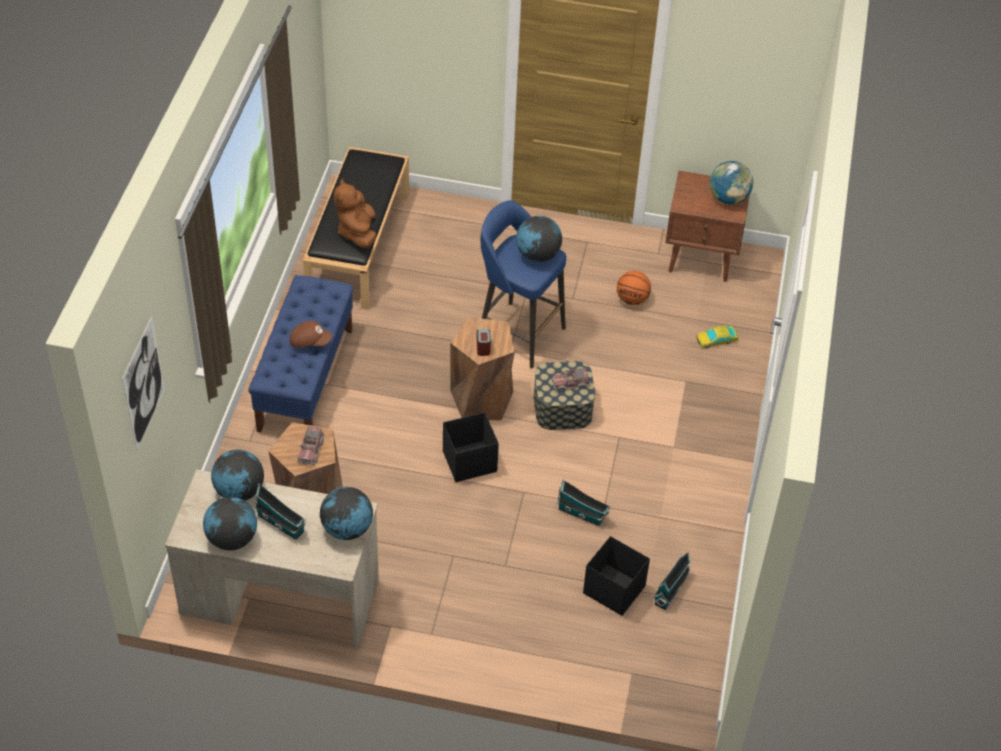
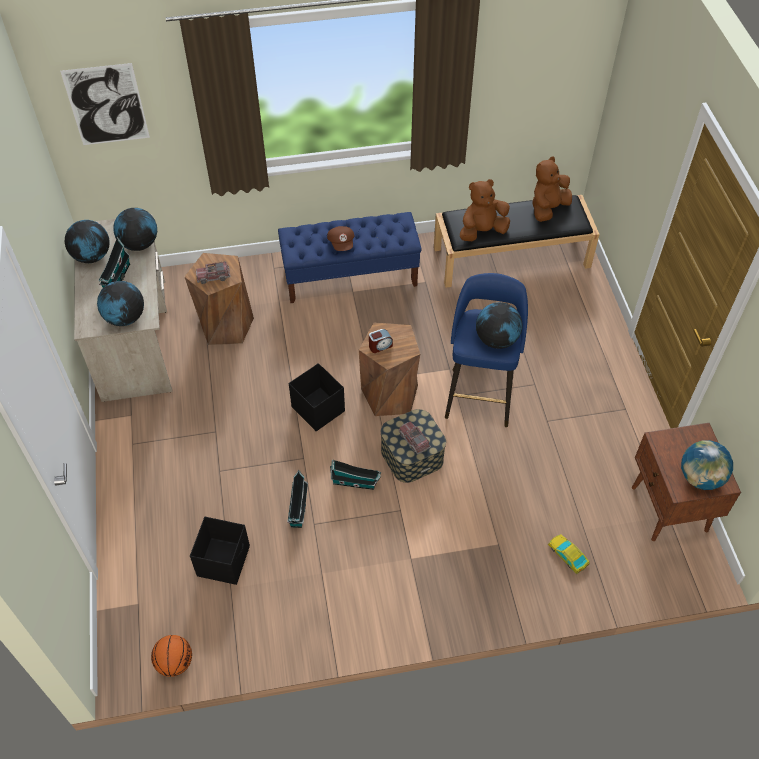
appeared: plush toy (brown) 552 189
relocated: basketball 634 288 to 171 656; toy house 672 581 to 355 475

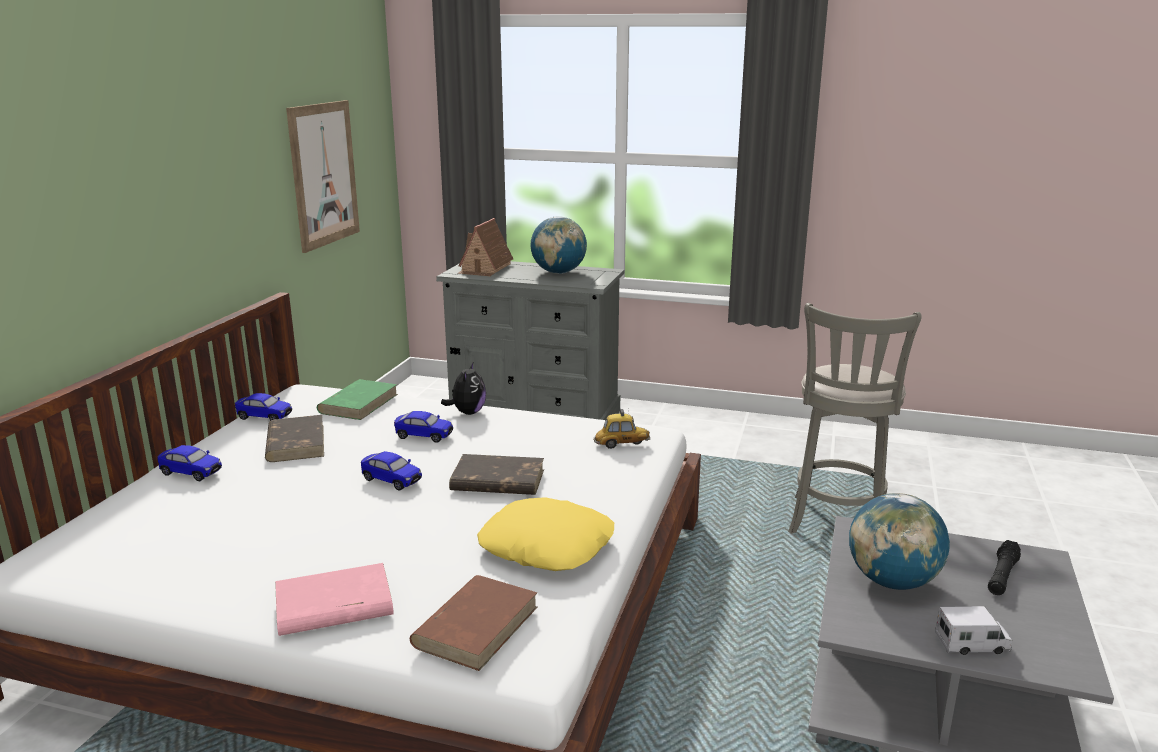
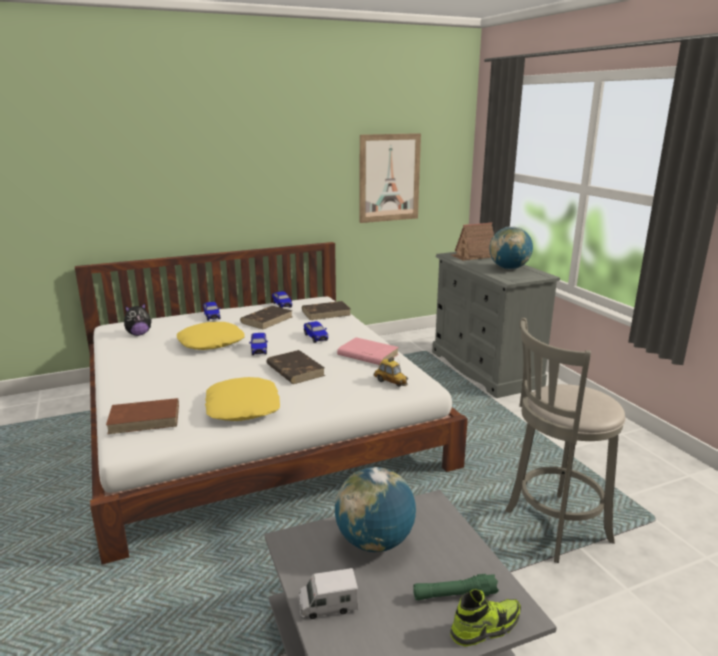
appeared: pillow (yellow) 211 336; shoe 485 618
relocated: plush toy 463 388 to 138 319; book (pink) 334 599 to 368 351
colour: book (green) 357 399 to book (brown) 326 310; flashlight (black) 1004 567 to flashlight (green) 456 587
spun: toy truck 973 630 = 328 593 120 degrees clockwise

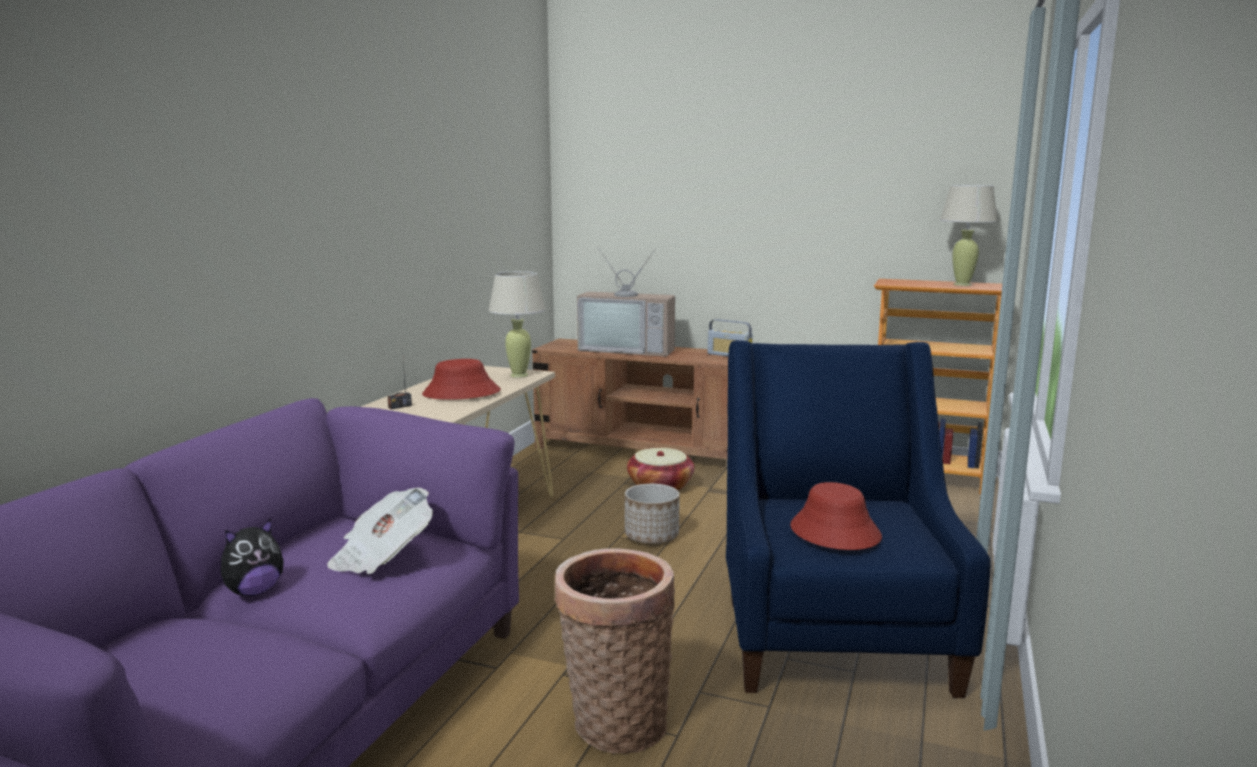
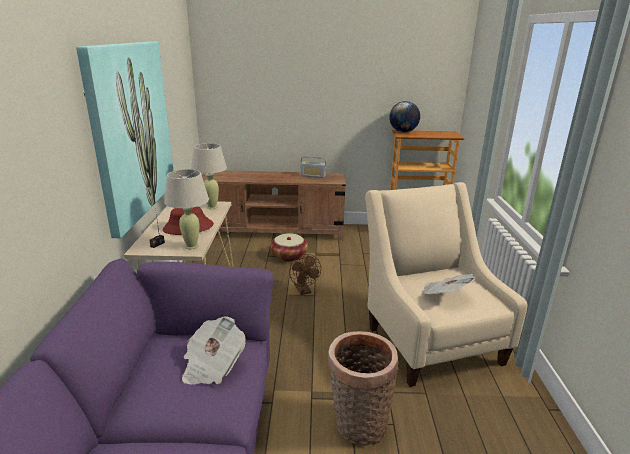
missing: television 626 301; plush toy 252 557
appeared: picture 125 140; globe 404 116
relocated: table lamp (beige) 969 235 to 186 209
exchanged: hat (red) 836 516 to newspaper 448 284; planter 652 514 to fan (brown) 305 274
colour: armchair (blue) 858 519 to armchair (beige) 446 284

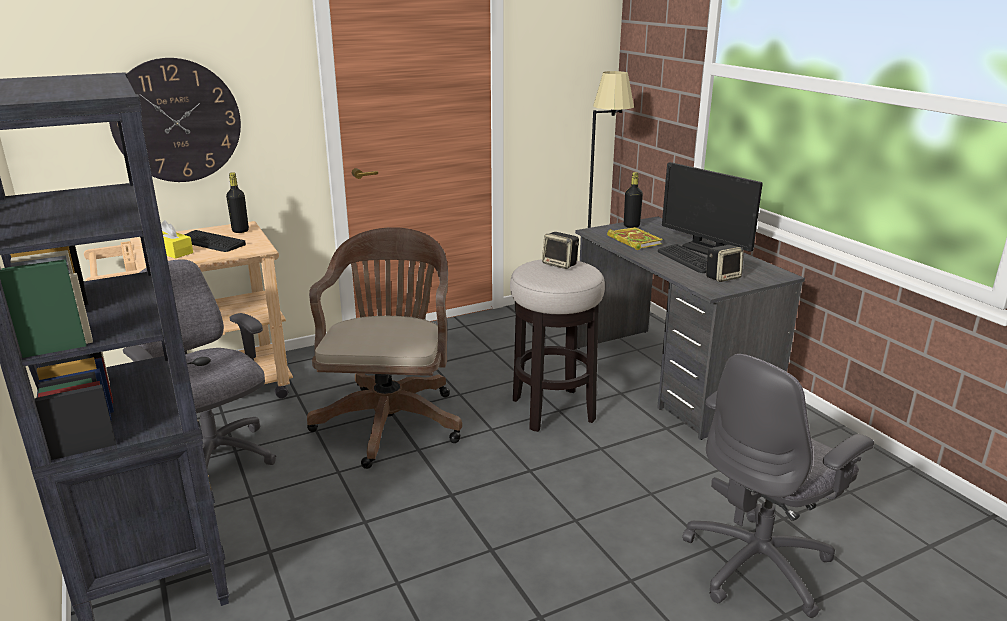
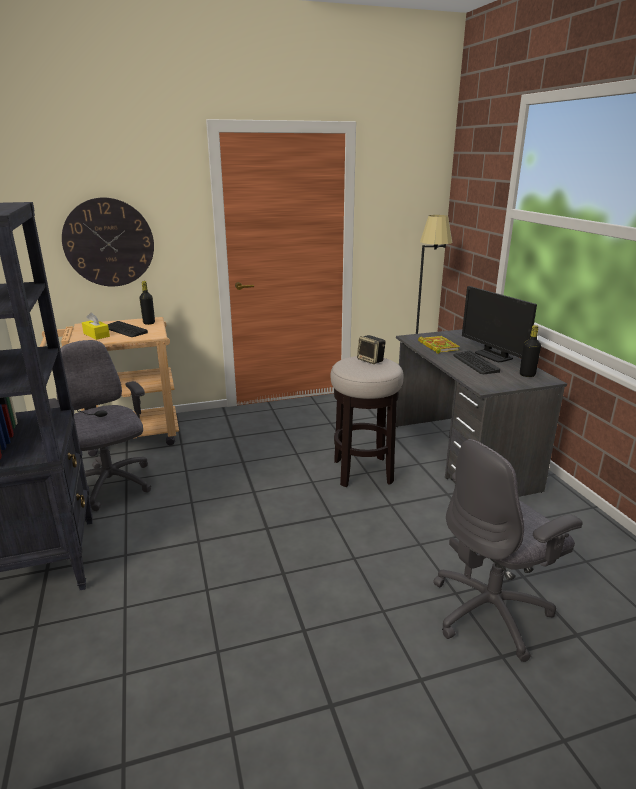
missing: office chair (brown) 384 348; speaker 725 263
relocated: bottle (black) 633 200 to 530 351

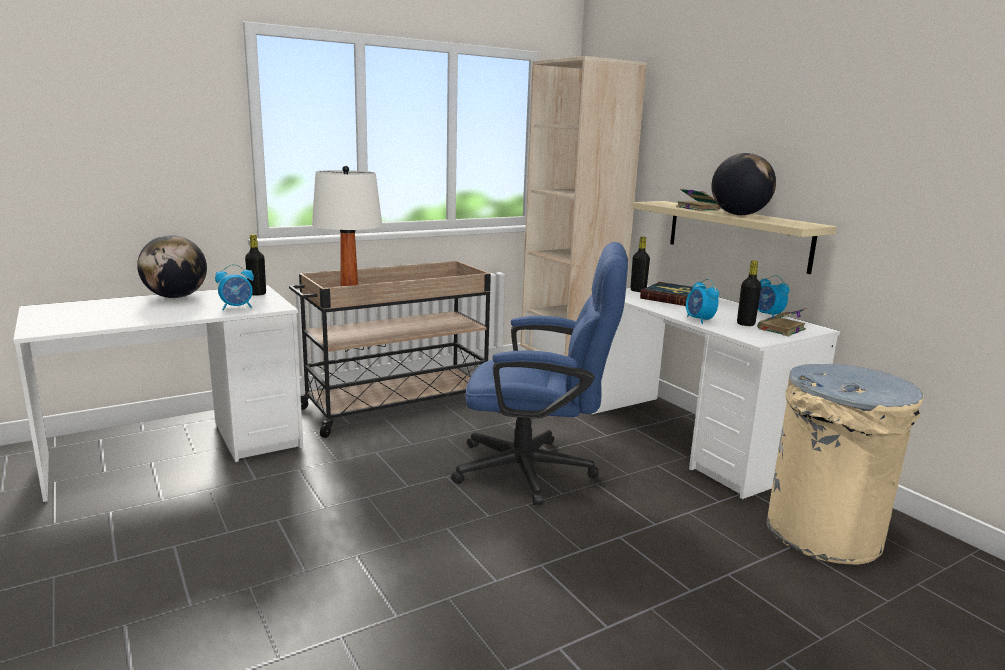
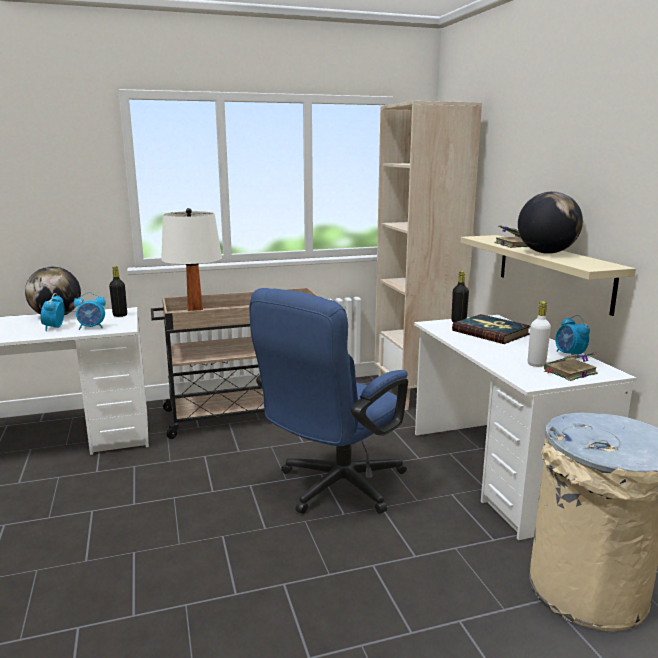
relocated: alarm clock 702 301 to 52 312
colour: bottle (black) 749 293 to bottle (white) 539 334
spun: office chair (blue) 539 373 = 328 401 105 degrees clockwise

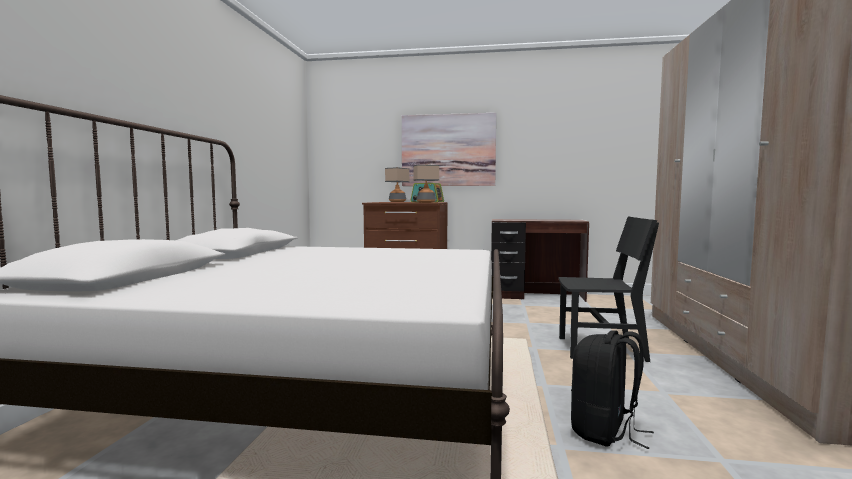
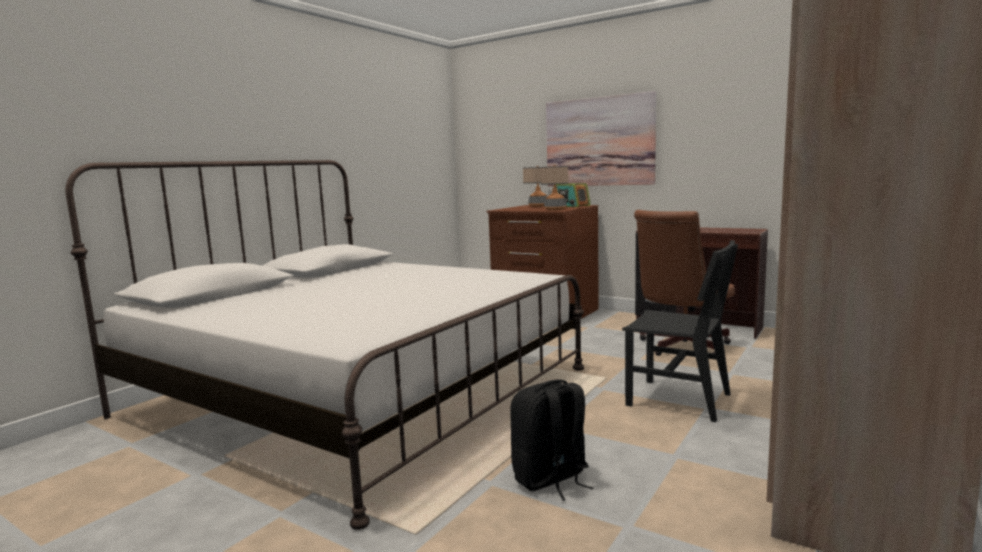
appeared: office chair (brown) 684 283

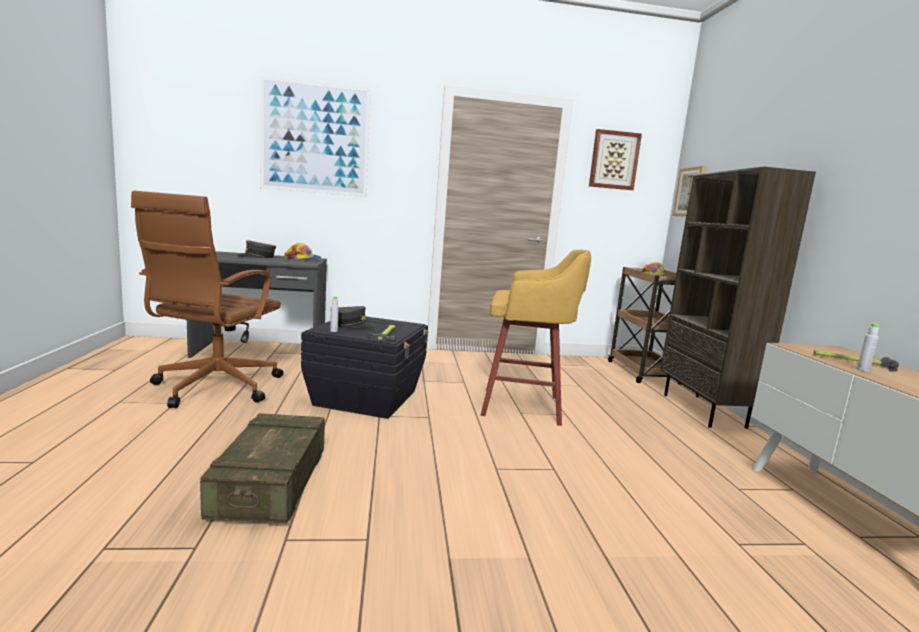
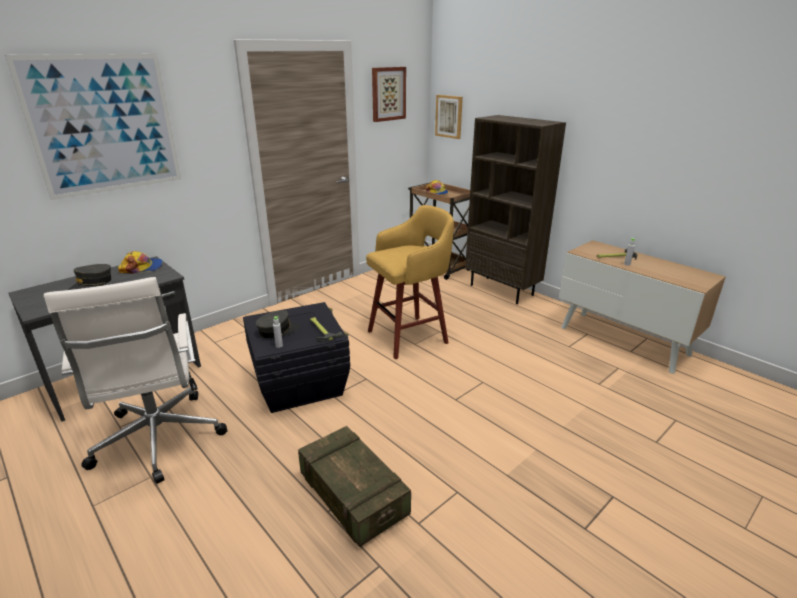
colour: office chair (brown) 207 299 to office chair (white) 135 380

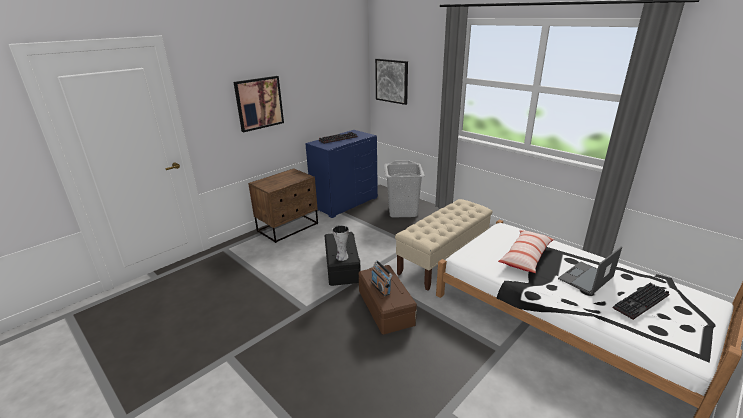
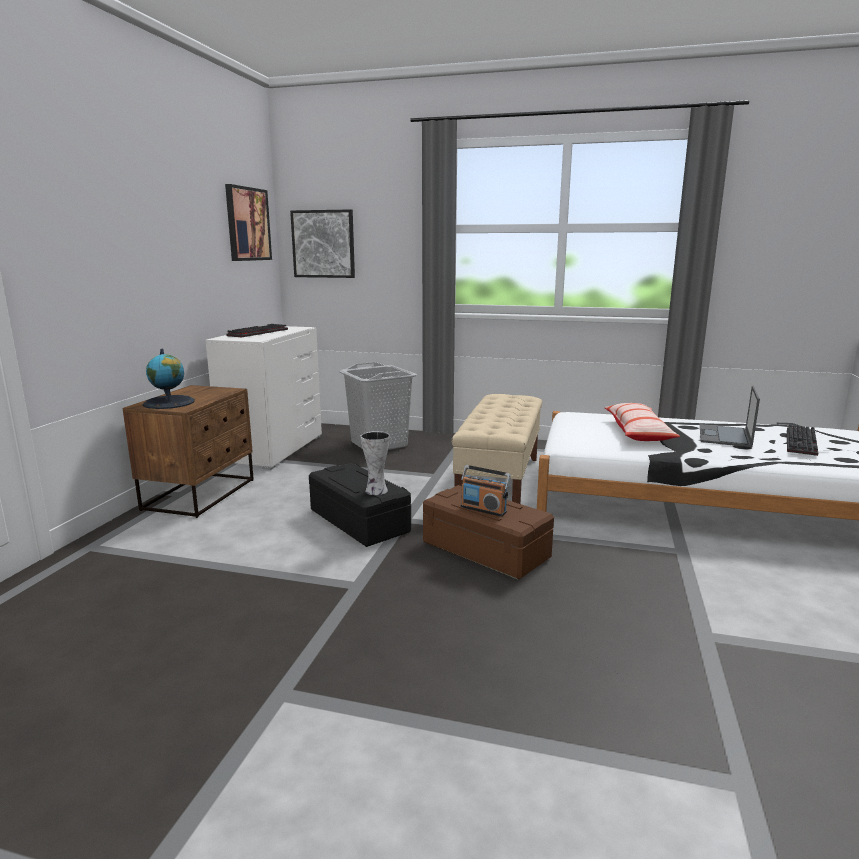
appeared: globe 169 379
relocated: picture 259 104 to 248 222
colour: dresser (blue) 341 174 to dresser (white) 264 398

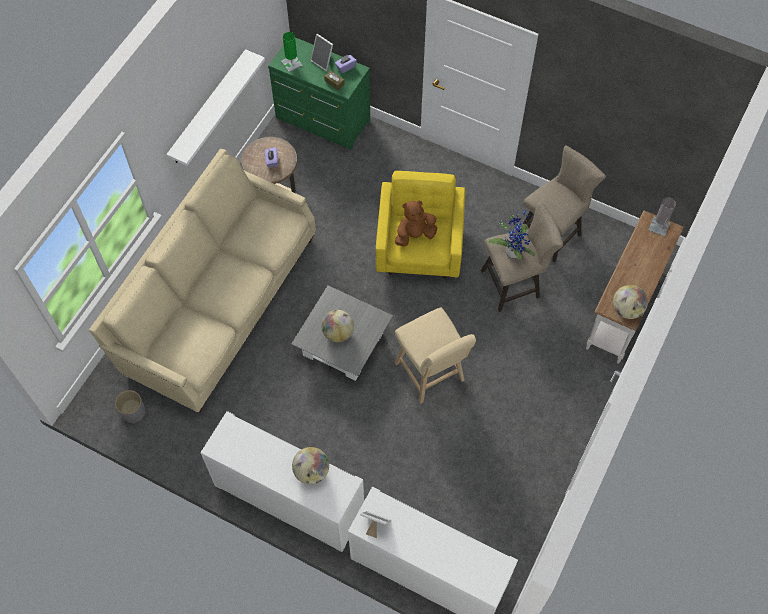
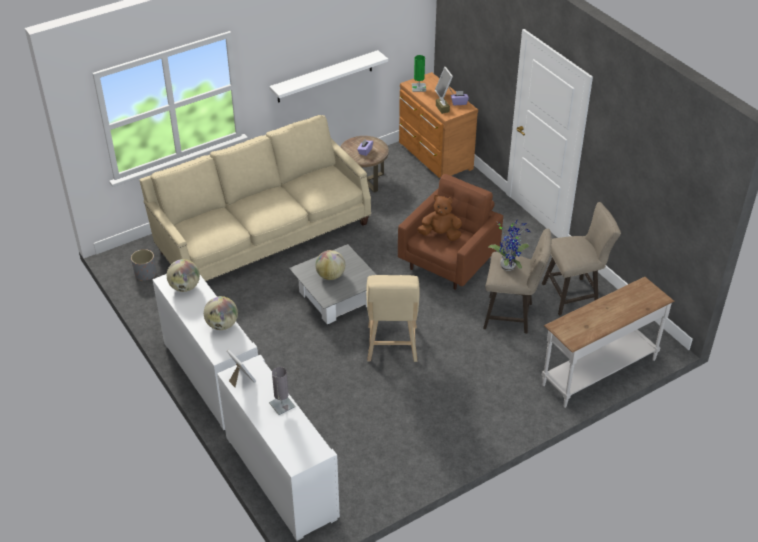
relocated: table lamp (grey) 662 217 to 282 391; globe 630 302 to 183 275
colour: dresser (green) 319 93 to dresser (brown) 438 125; armchair (yellow) 420 225 to armchair (brown) 450 232

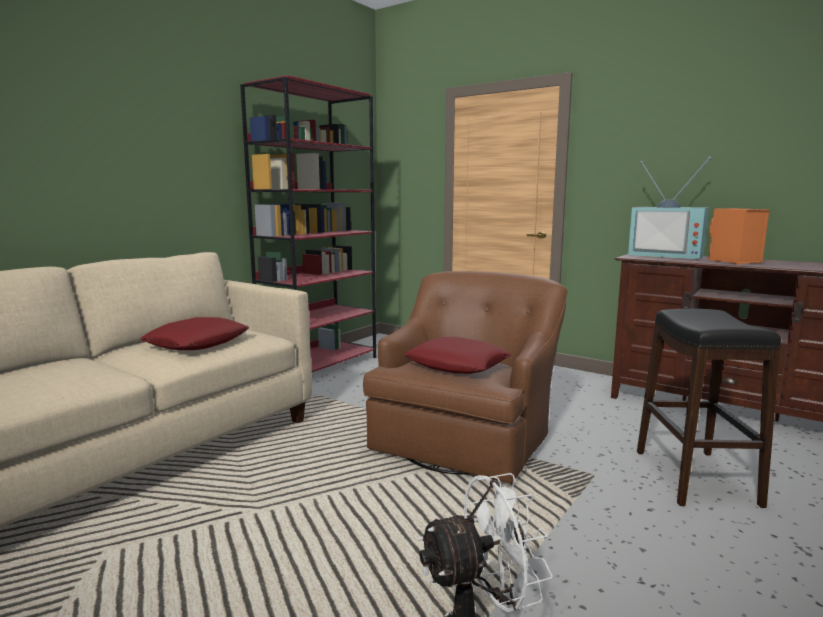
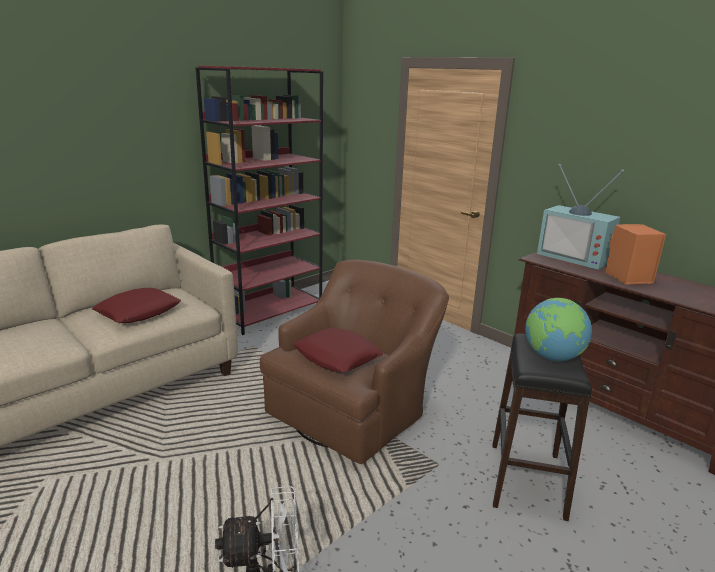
appeared: globe 558 329

